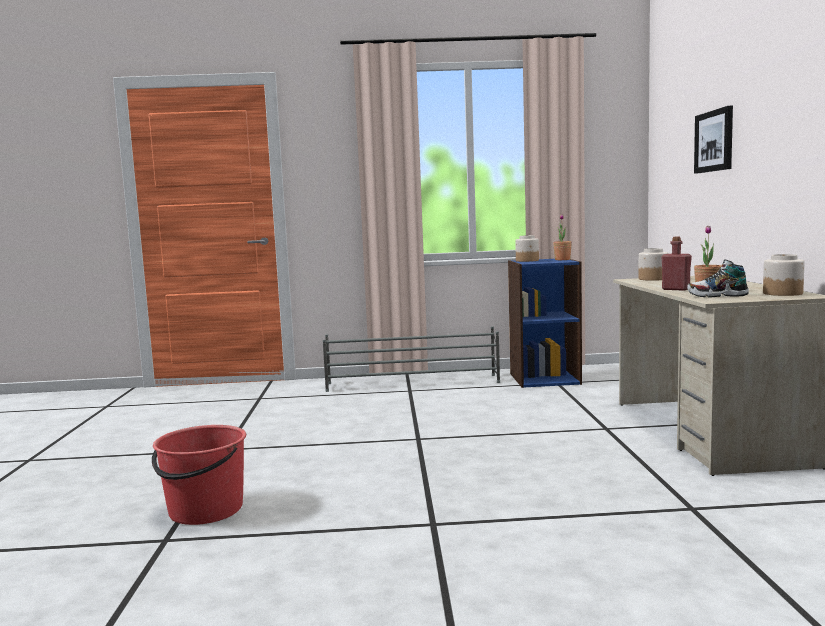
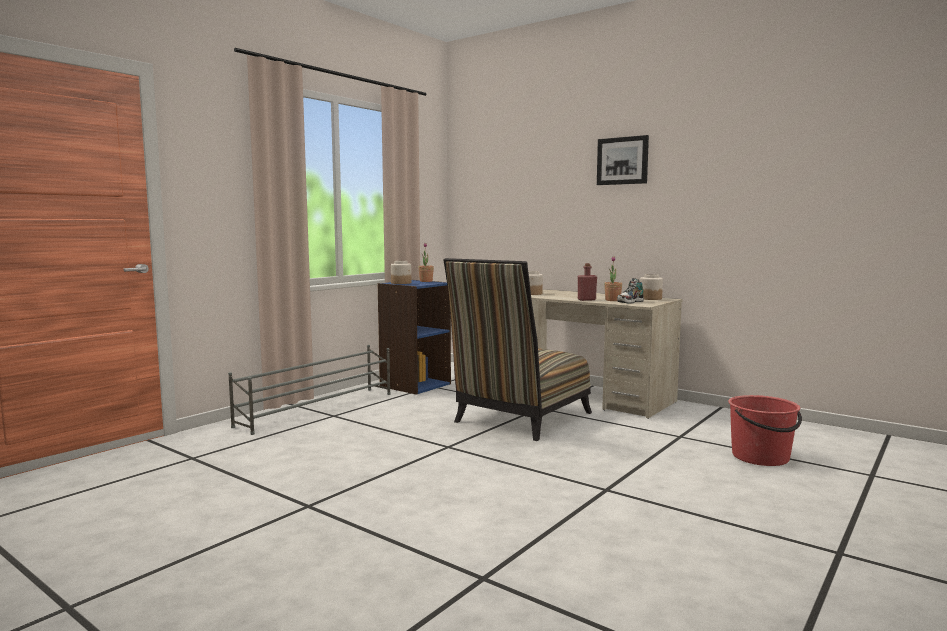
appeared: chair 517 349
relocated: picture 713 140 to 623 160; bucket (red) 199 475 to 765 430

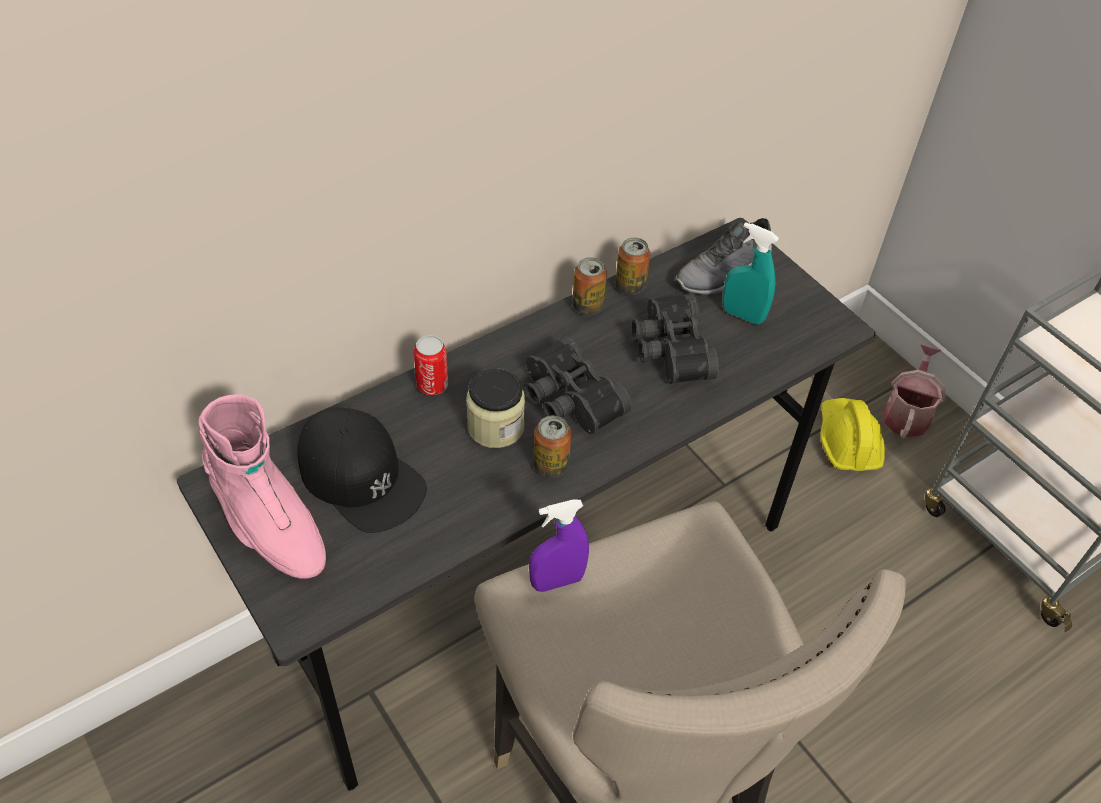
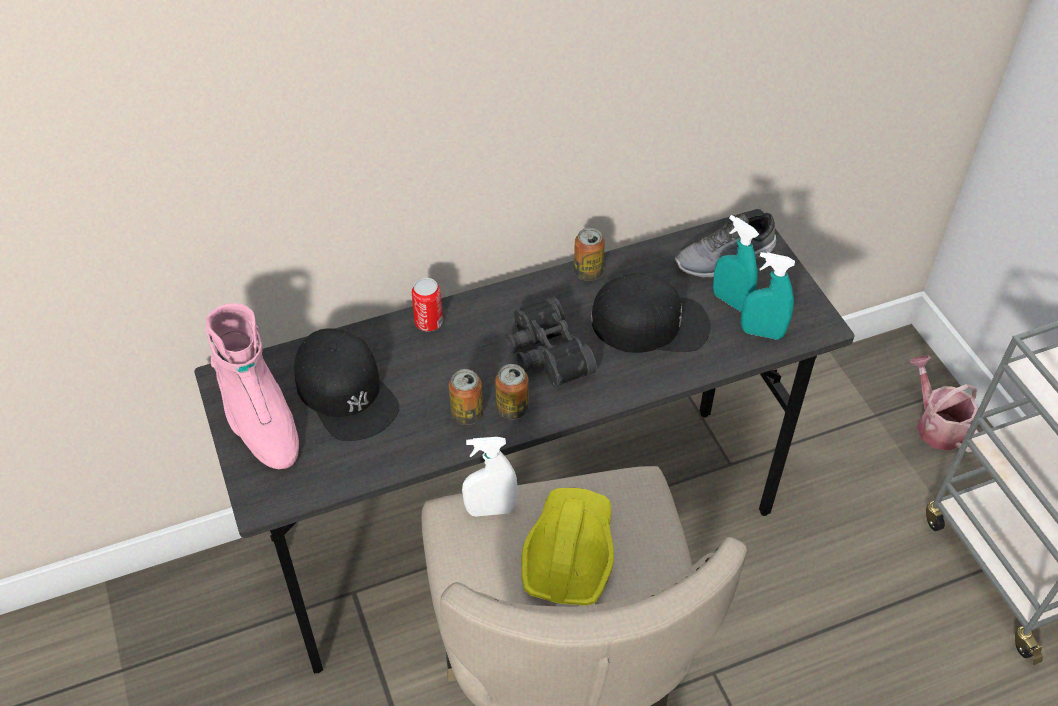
missing: jar 495 408
appeared: spray bottle (turquoise) 768 296
relocated: can 632 266 to 466 397; hard hat (yellow) 852 434 to 567 547
exchanged: binoculars (black) 675 339 to cap (black) 650 313
colour: spray bottle (purple) 559 546 to spray bottle (white) 490 476
spun: watering can 913 391 = 944 403 60 degrees counterclockwise

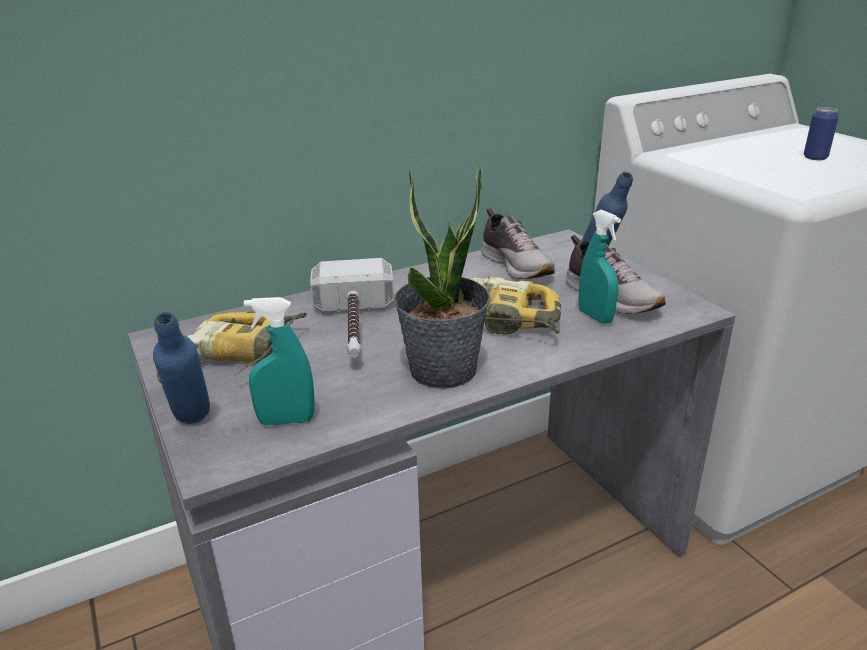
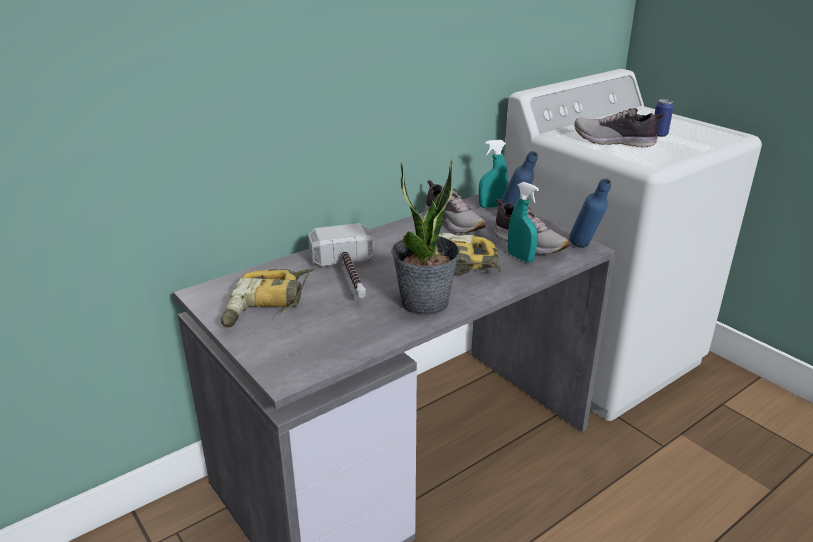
appeared: shoe 619 127
relocated: spray bottle (turquoise) 279 361 to 493 174; bottle (blue) 181 368 to 590 213

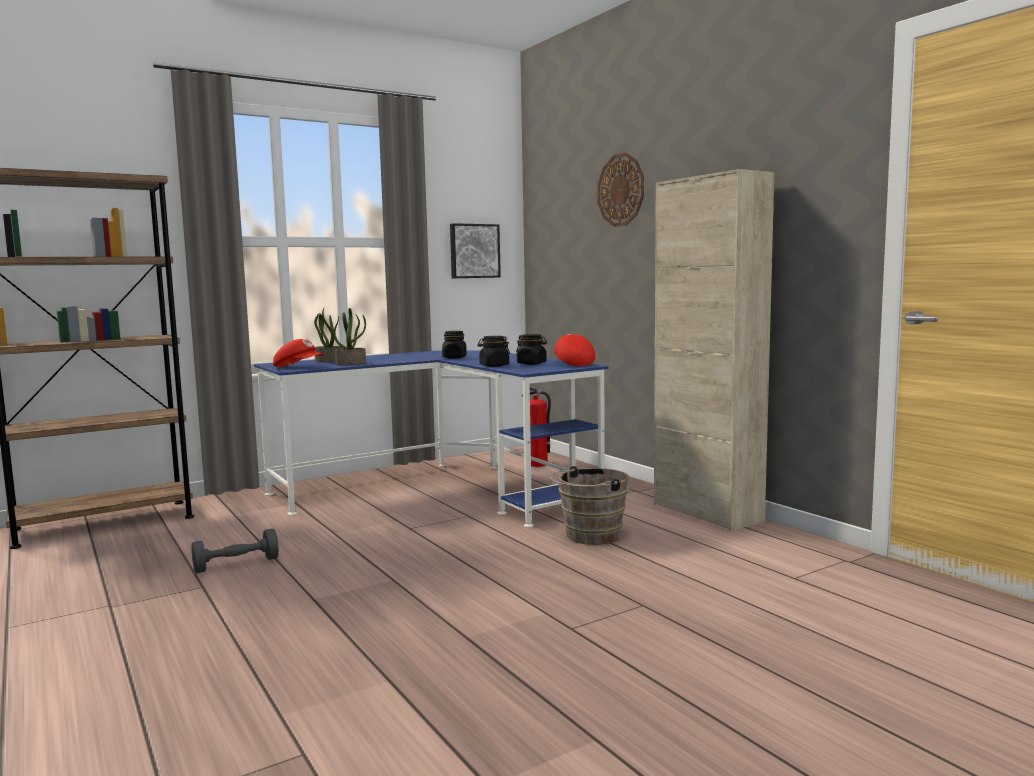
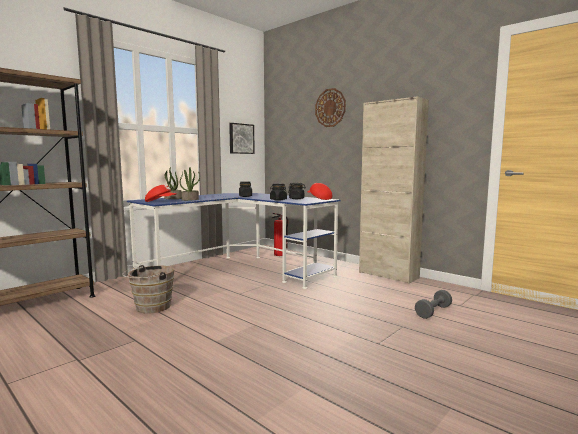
relocated: bucket (brown) 589 505 to 148 289; dumbbell (grey) 235 551 to 433 304

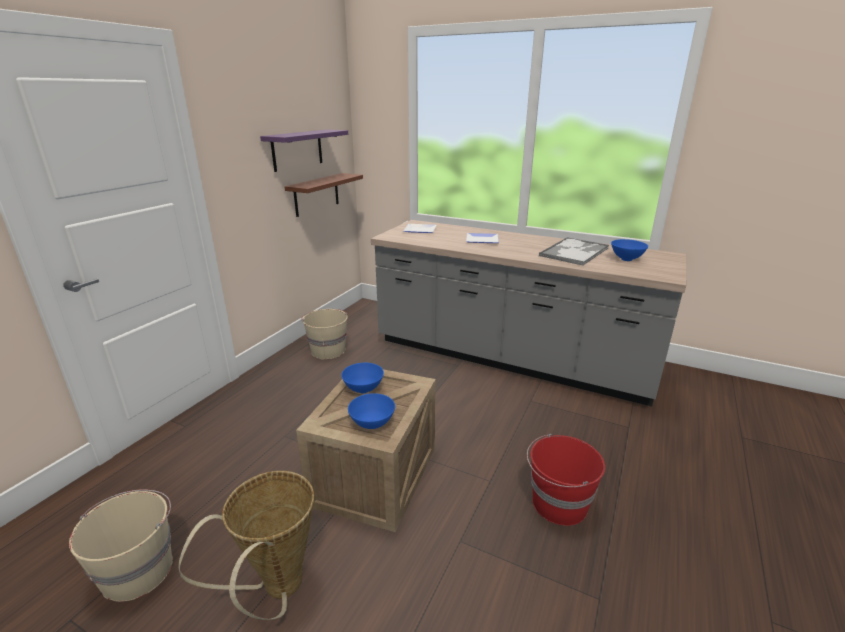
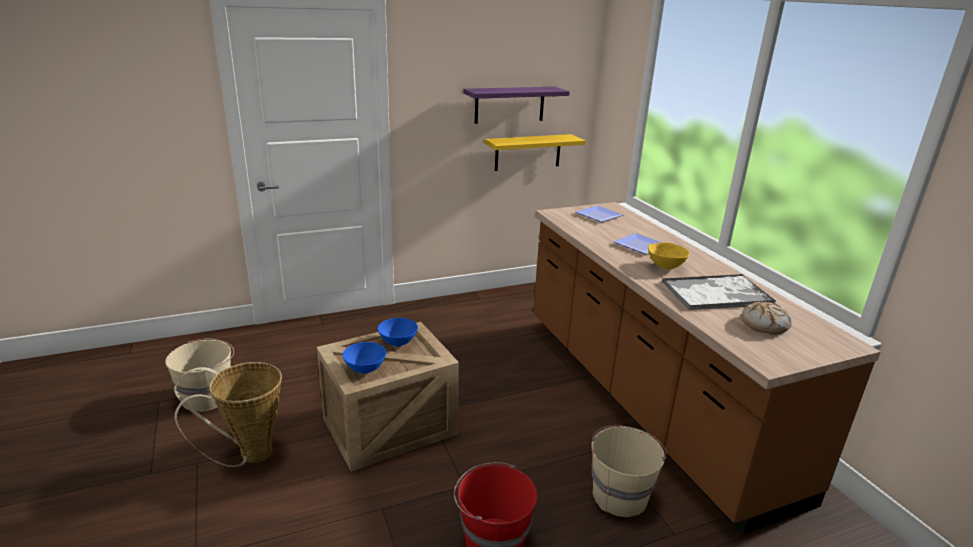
appeared: bowl (yellow) 669 255
relocated: bucket (beige) 324 334 to 629 471
exchanged: bowl (blue) 629 250 to bread 767 318
colour: shelf (brown) 324 195 to shelf (yellow) 535 152; counter (grey) 528 313 to counter (brown) 707 368

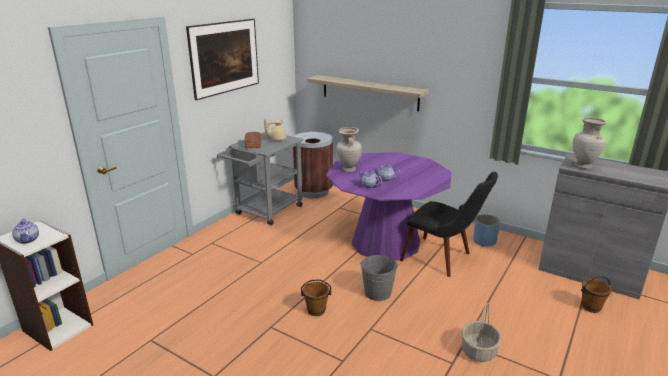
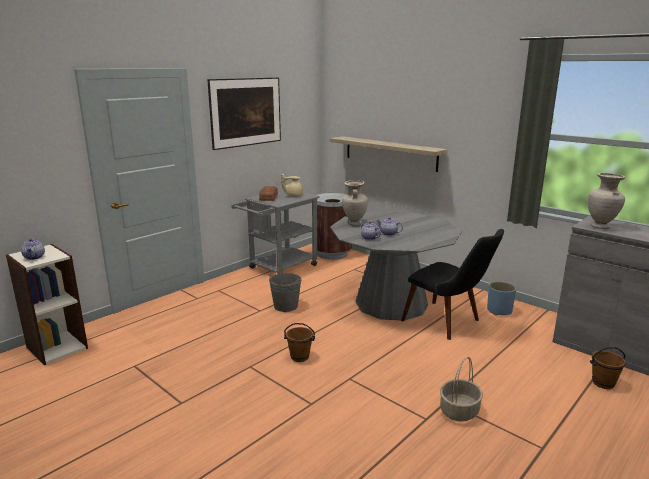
relocated: bucket (grey) 379 278 to 285 292
colour: dining table (purple) 389 206 to dining table (grey) 396 265

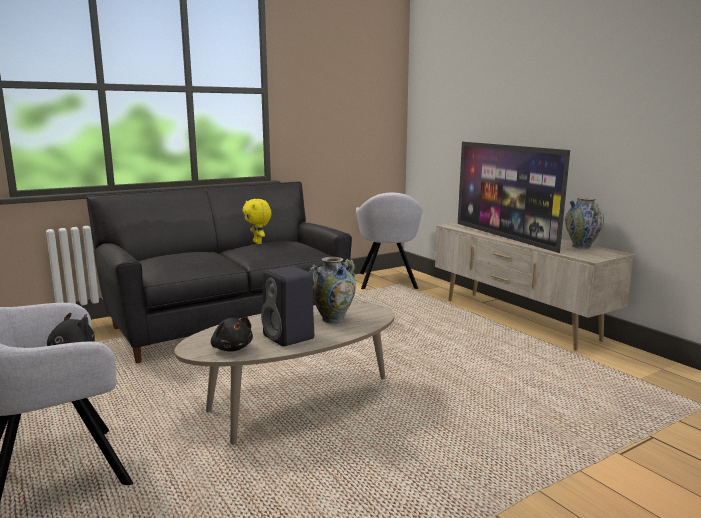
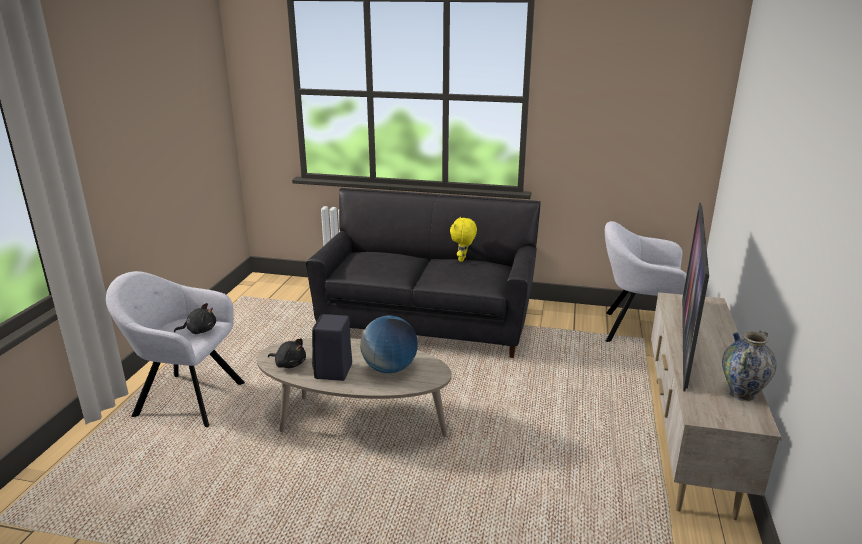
exchanged: vase 332 290 to globe 388 344
spun: armchair (grey) 389 241 = 646 281 60 degrees clockwise; plush toy (black) 232 334 = 287 353 75 degrees counterclockwise

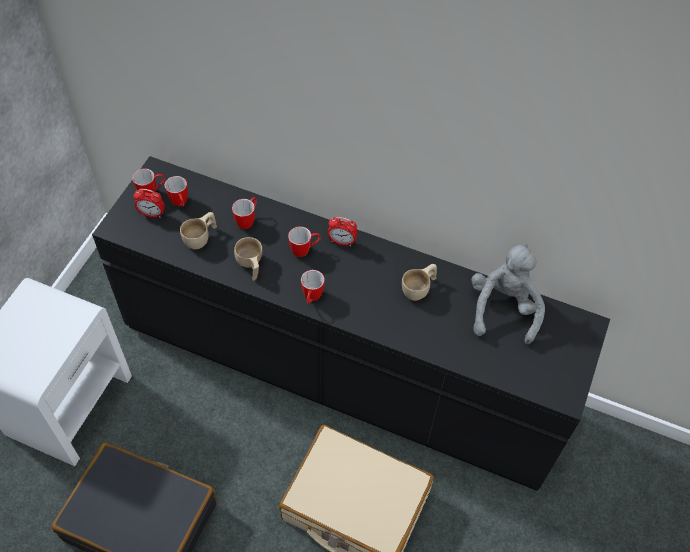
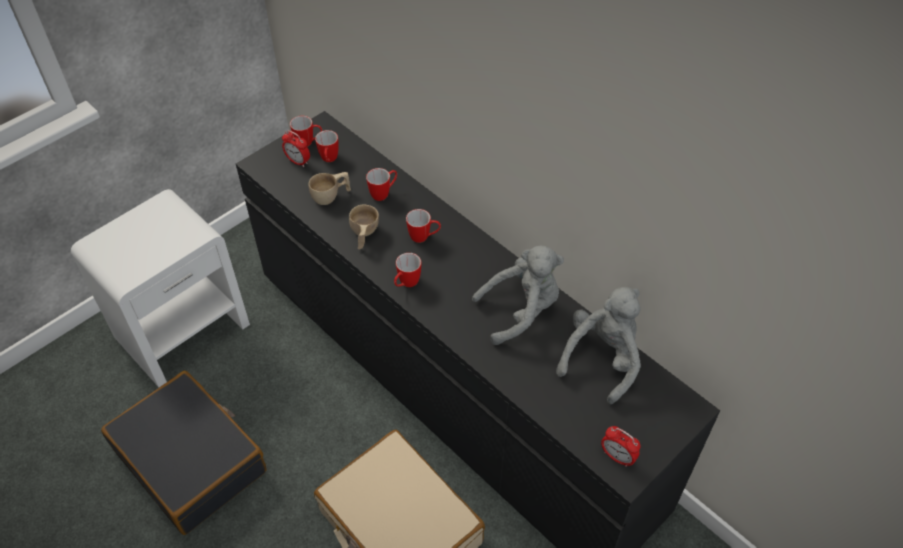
relocated: alarm clock 342 231 to 620 446
exchanged: cup (beige) 419 282 to plush toy (grey) 518 295

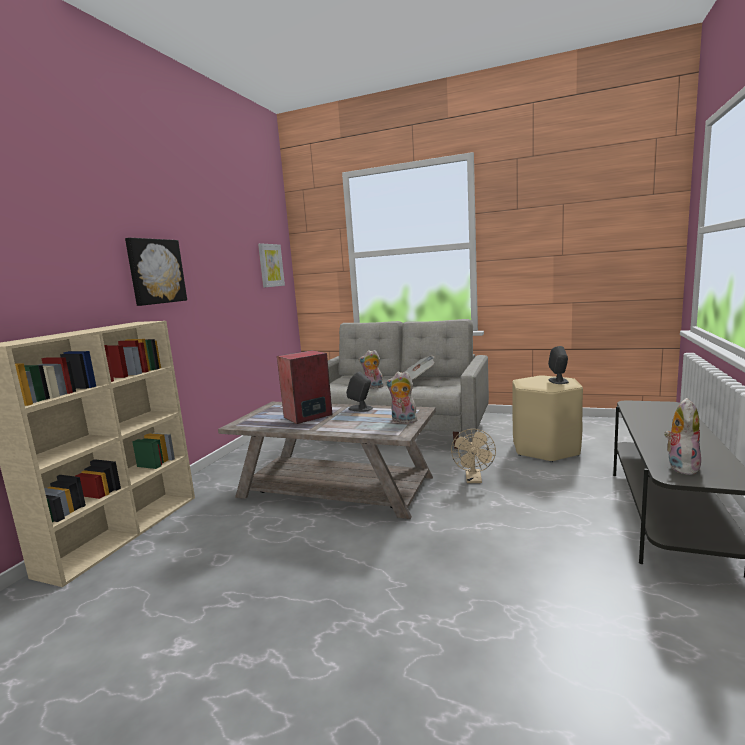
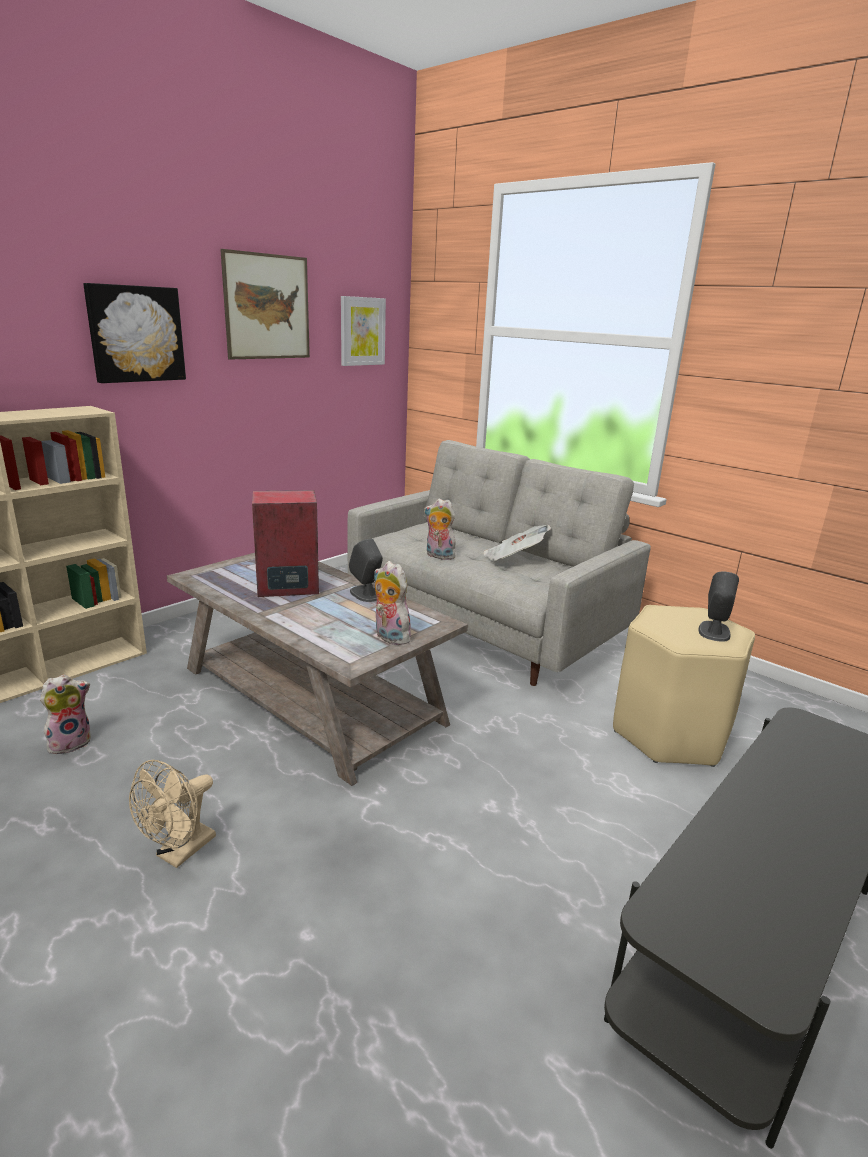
appeared: picture 265 304
relocated: plush toy 682 436 to 65 714; fan (beige) 473 456 to 172 814

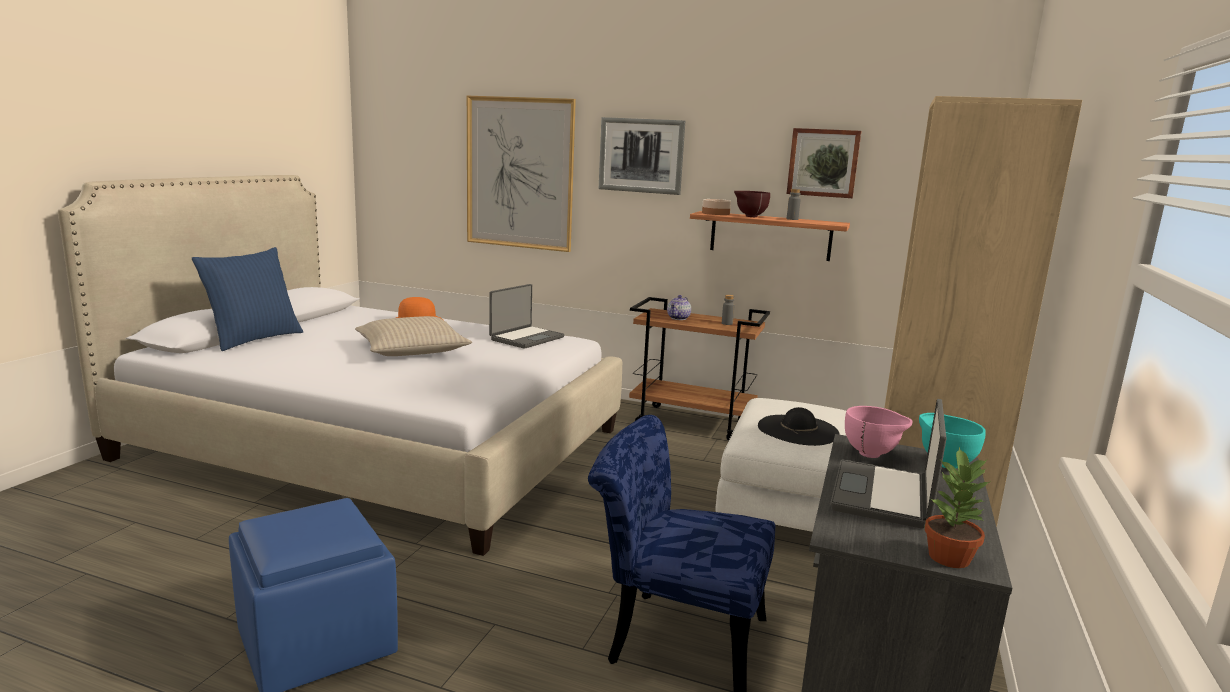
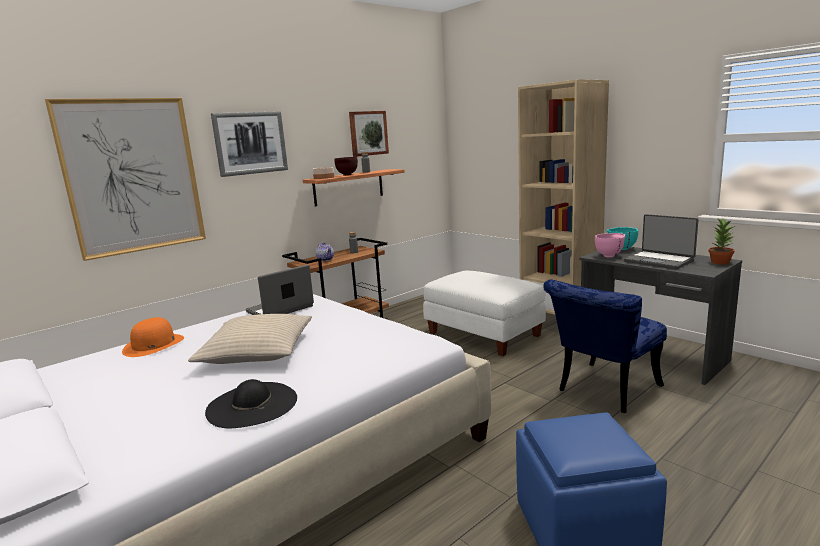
missing: pillow (blue) 247 299
relocated: hat (black) 799 426 to 251 403
spun: laptop 526 316 = 280 289 105 degrees counterclockwise

